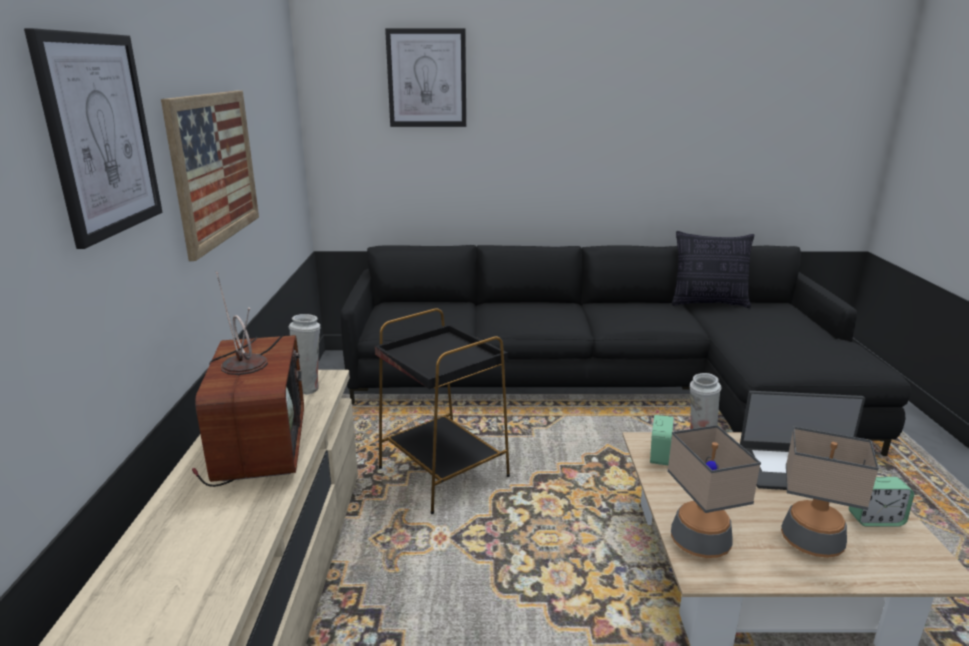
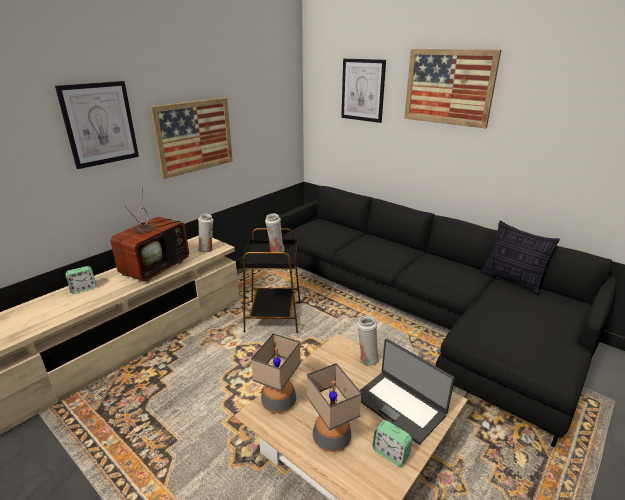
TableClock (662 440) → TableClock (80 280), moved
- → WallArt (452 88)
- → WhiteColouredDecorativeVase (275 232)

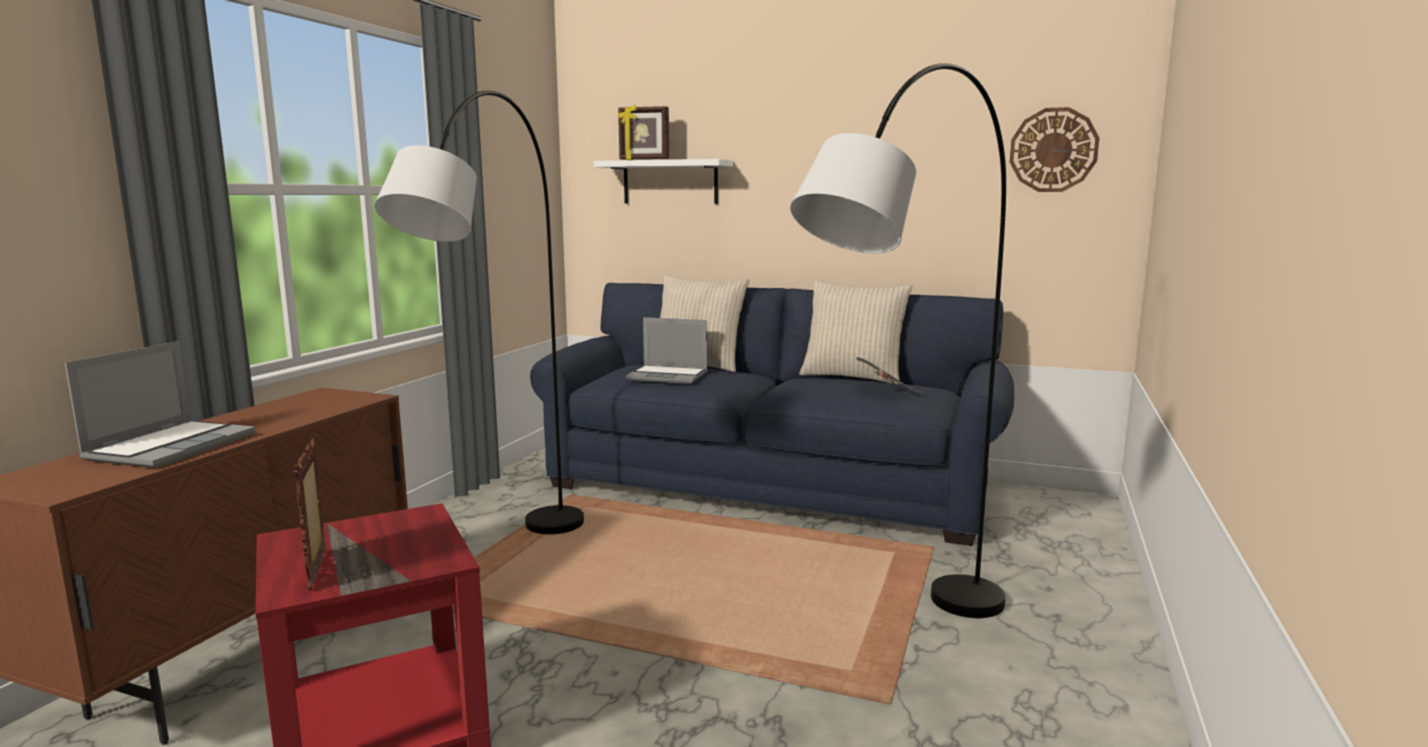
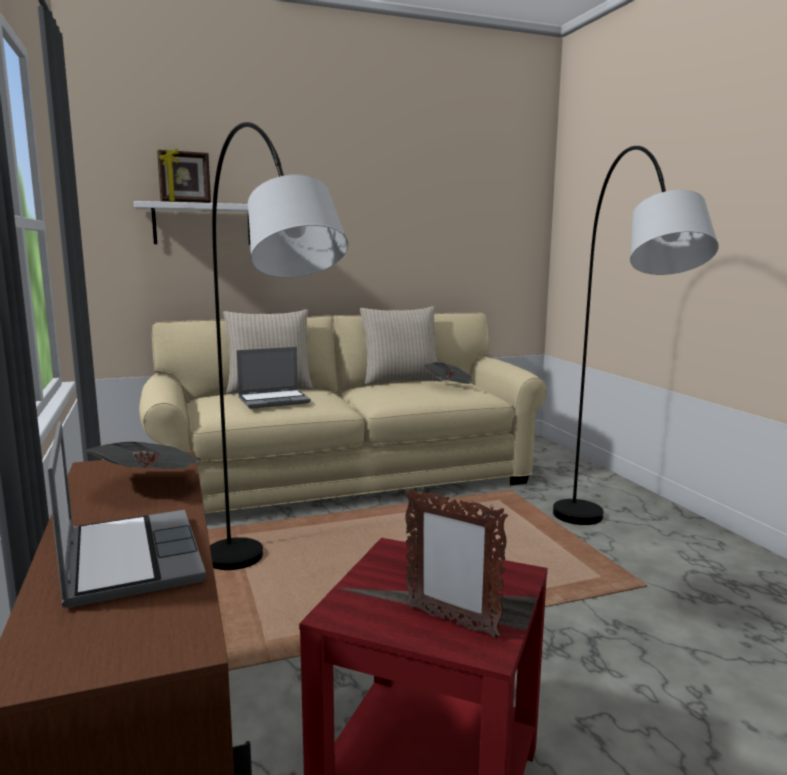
HangingClock (1054 149) → -
BlueColouredSettee (772 414) → BeigeSettee (343 413)
- → DailyPaper (141 455)

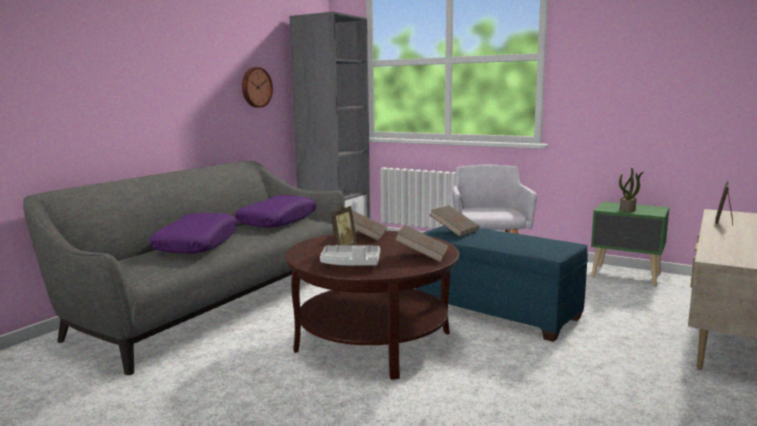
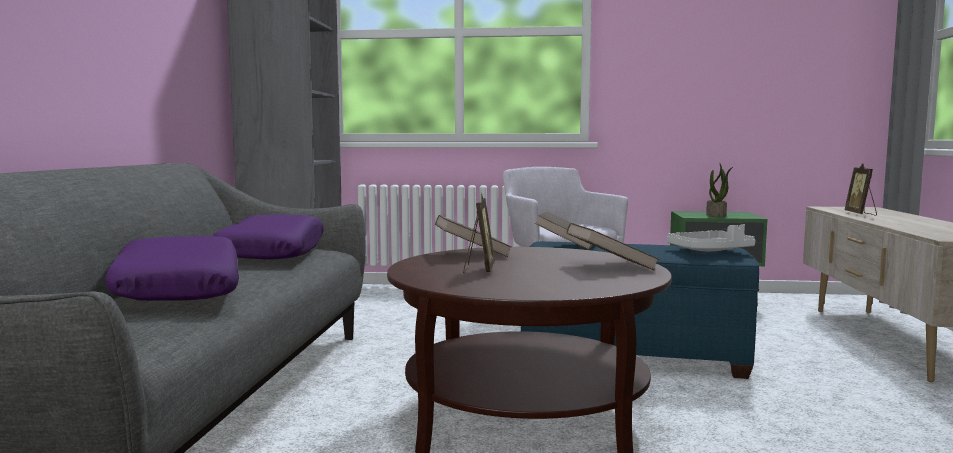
HangingClock (257 87) → -
GreyServingTray (350 255) → GreyServingTray (711 237), moved

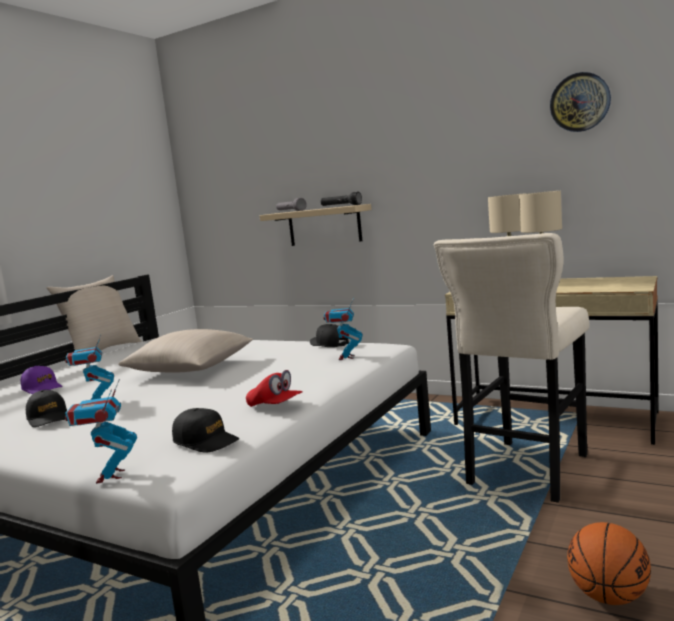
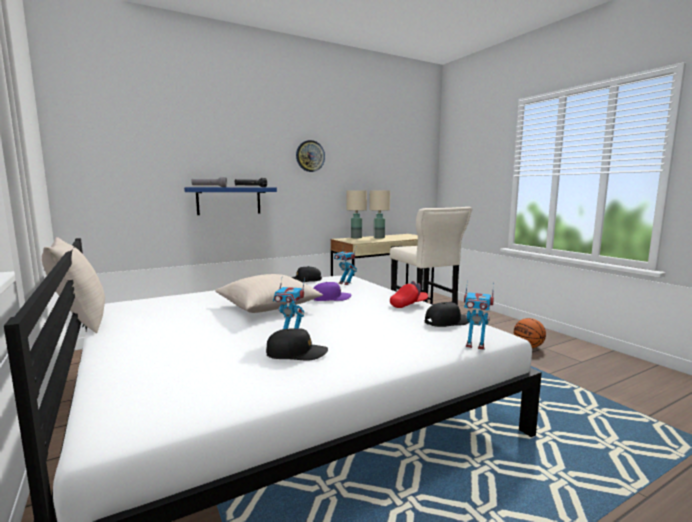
HangingClock (580 102) → HangingClock (310 156), moved
BeigeWallShelf (316 225) → BlueColouredWallShelf (230 201)
PurpleColouredCap (42 380) → PurpleColouredCap (332 291), moved

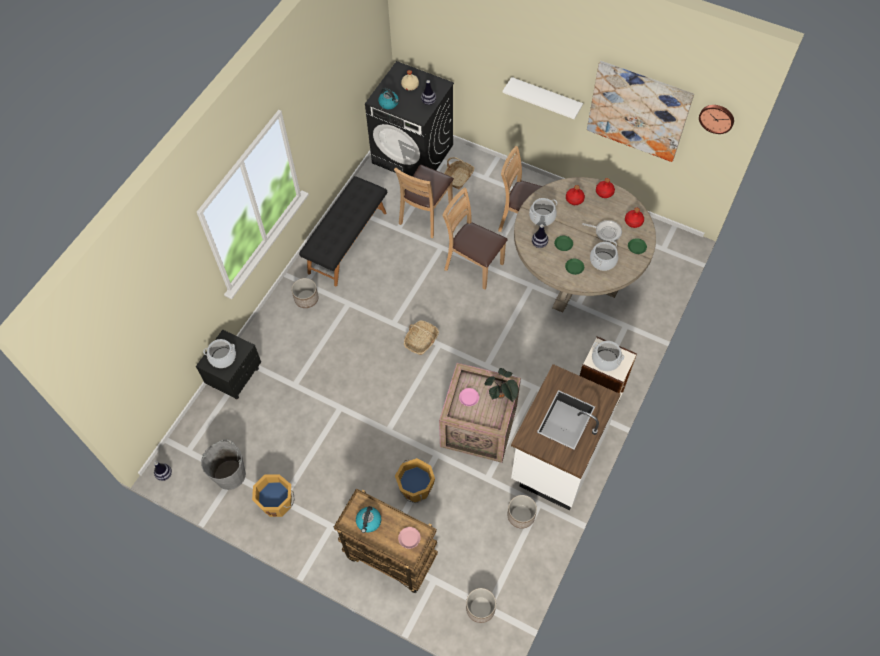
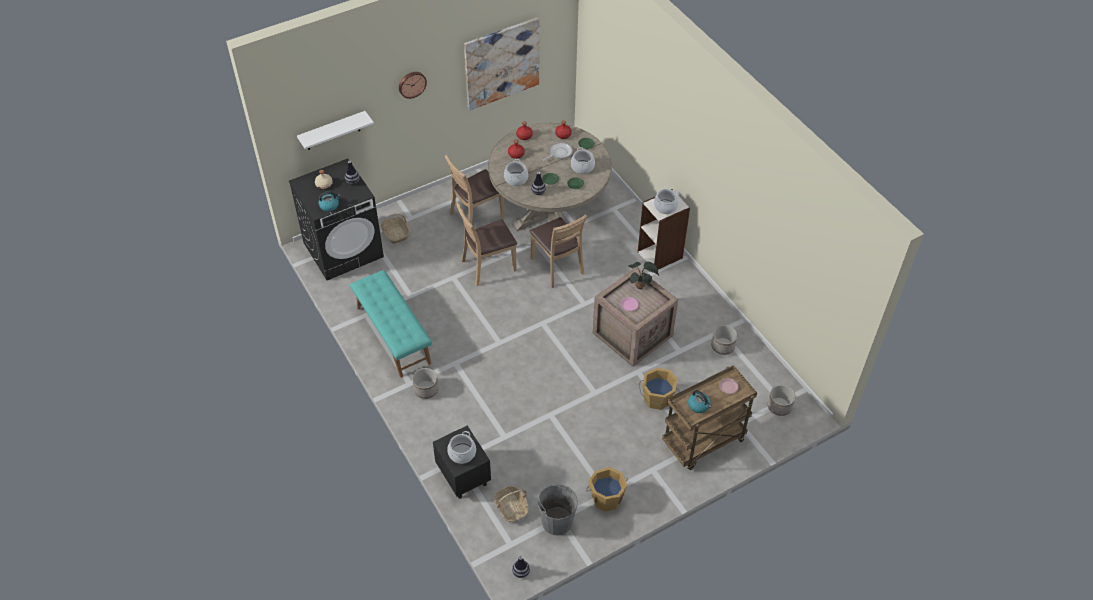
WhiteColouredWallShelf (542 98) → WhiteColouredWallShelf (335 130), moved
HangingClock (716 119) → HangingClock (413 85), moved
BrownColouredUprightChair (424 201) → BrownColouredUprightChair (558 251), moved
BlackLongSeat (343 231) → TurquoiseLongSeat (391 324)
StorageBasket (421 337) → StorageBasket (511 504), moved
WhiteColouredKitchenCounter (566 437) → -

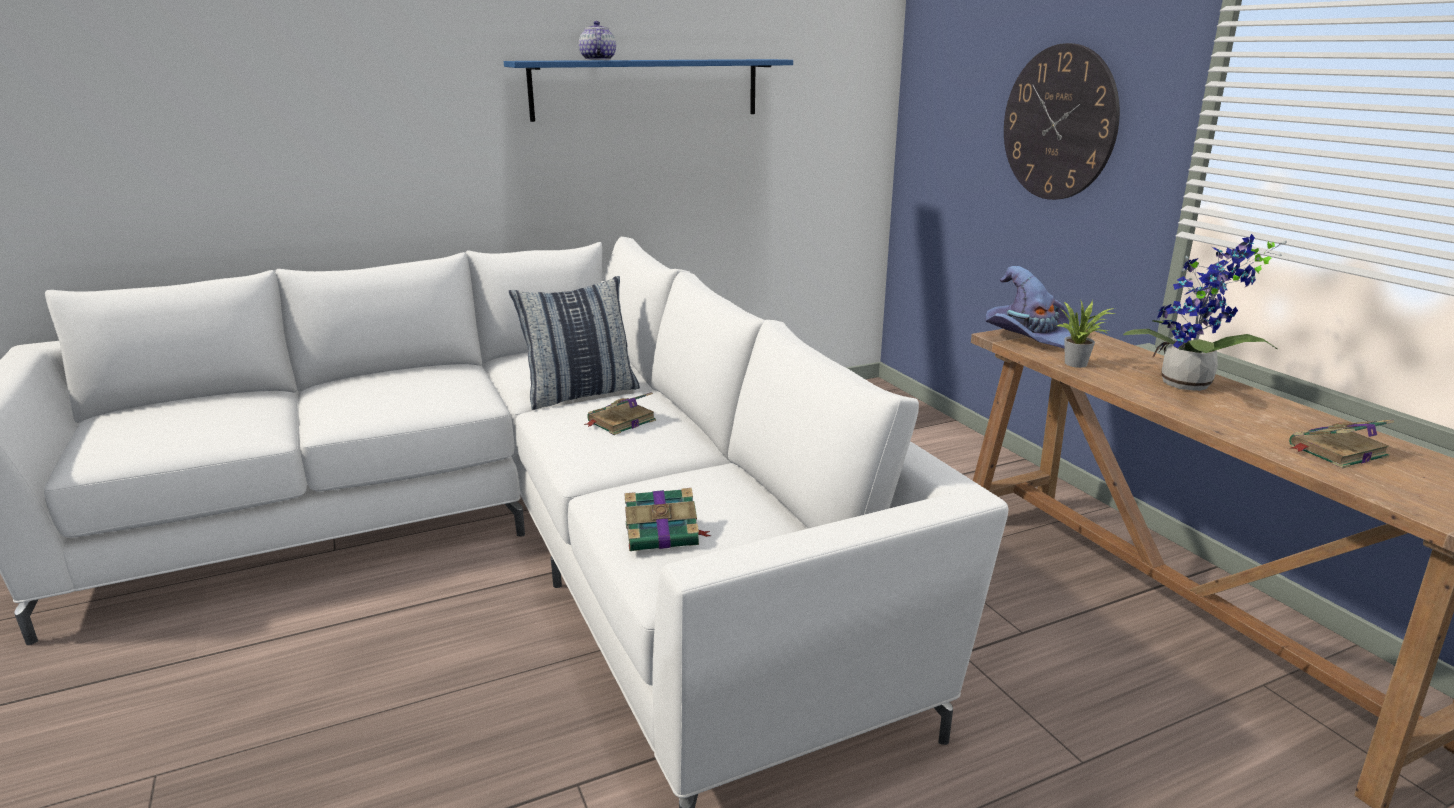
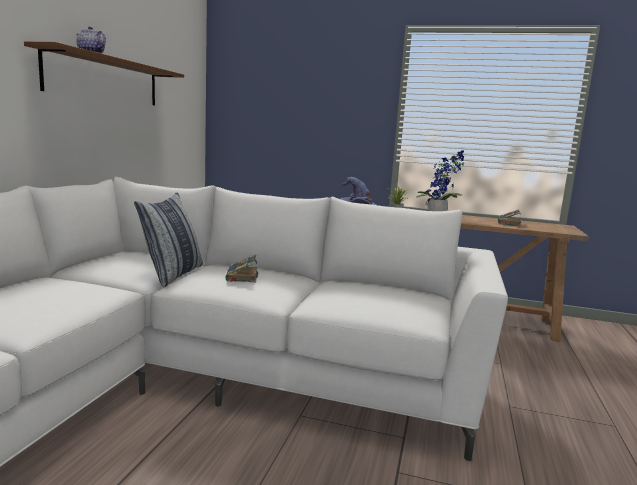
HangingClock (1062 121) → -
BlueColouredWallShelf (648 90) → BrownColouredWallShelf (104 73)
BoundBook (667 519) → -

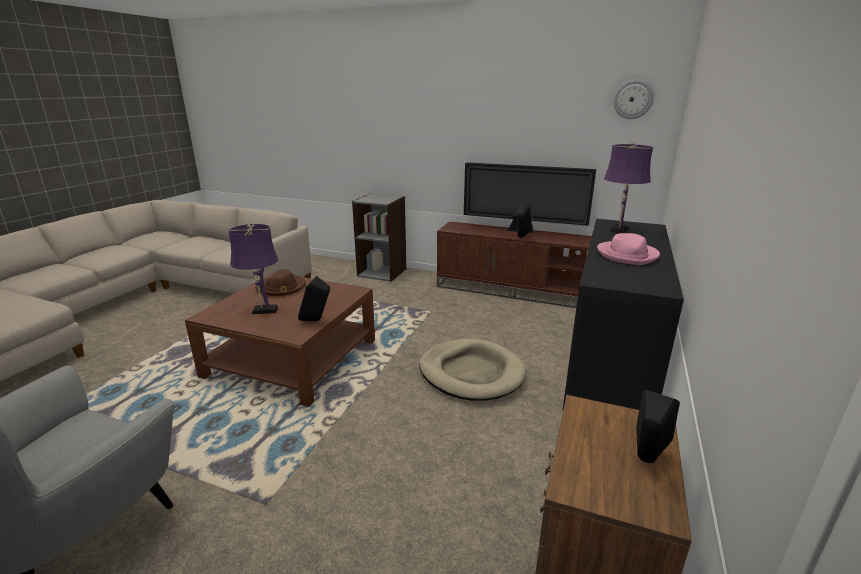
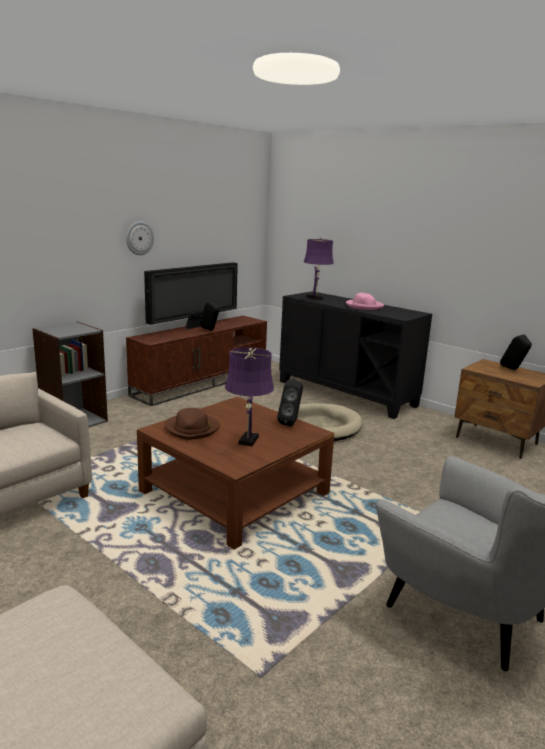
HangingClock (634 99) → HangingClock (140 238), moved

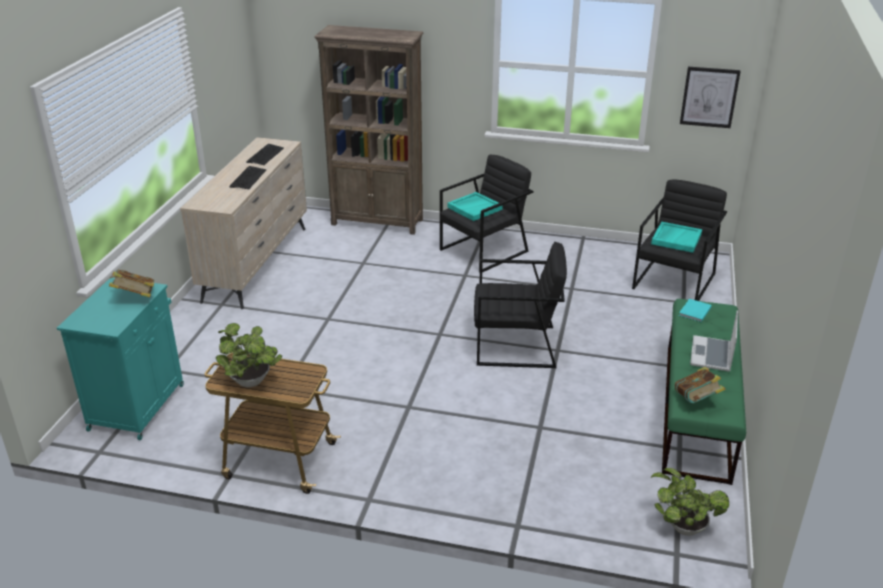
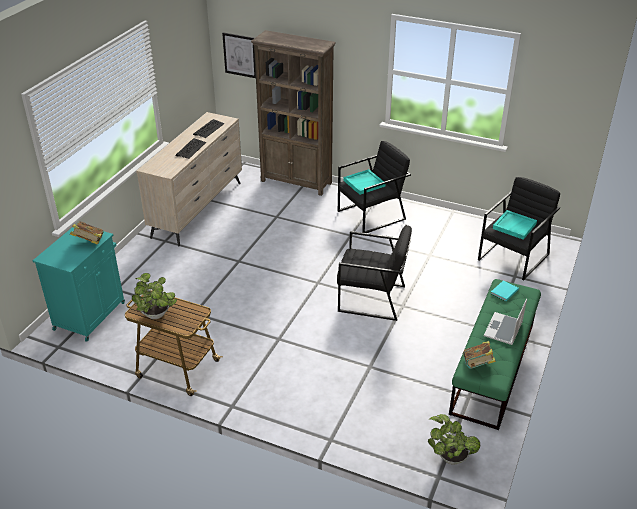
WallArt (710 97) → WallArt (239 55), moved

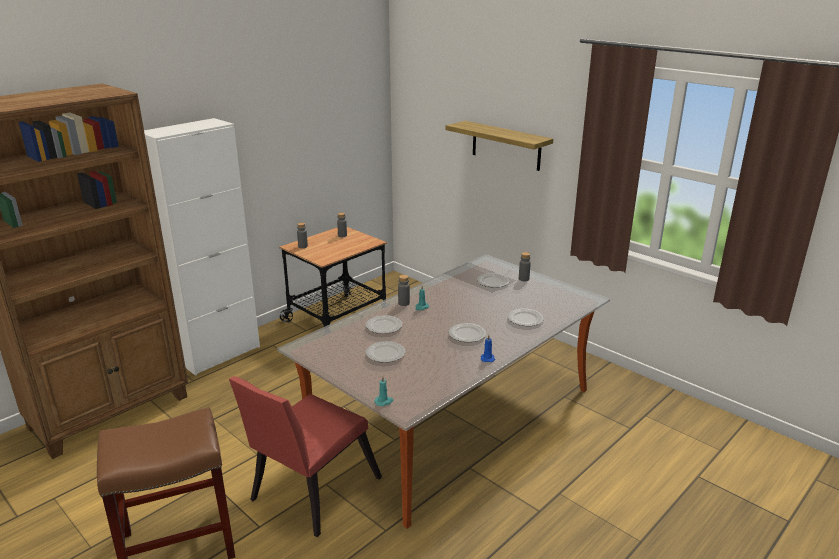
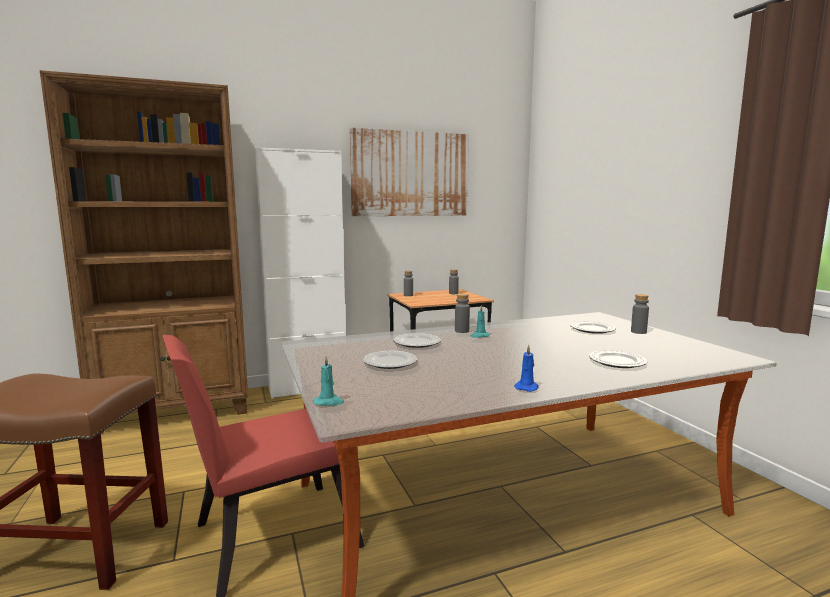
WallShelf (499 146) → -
FlatDish (467 332) → -
- → WallArt (409 172)

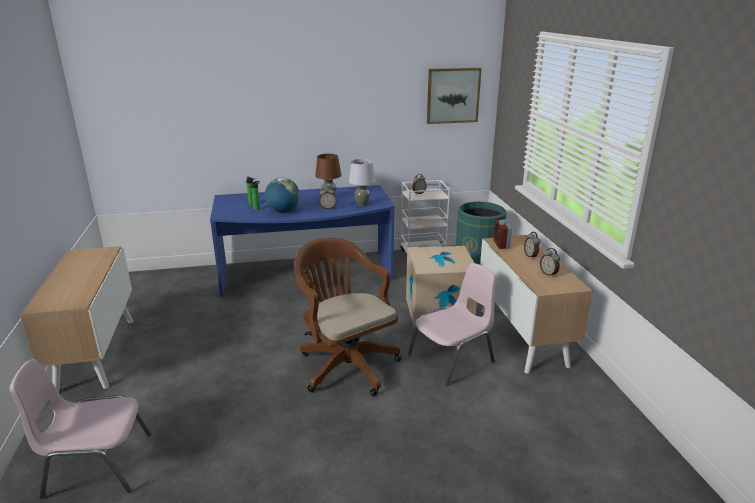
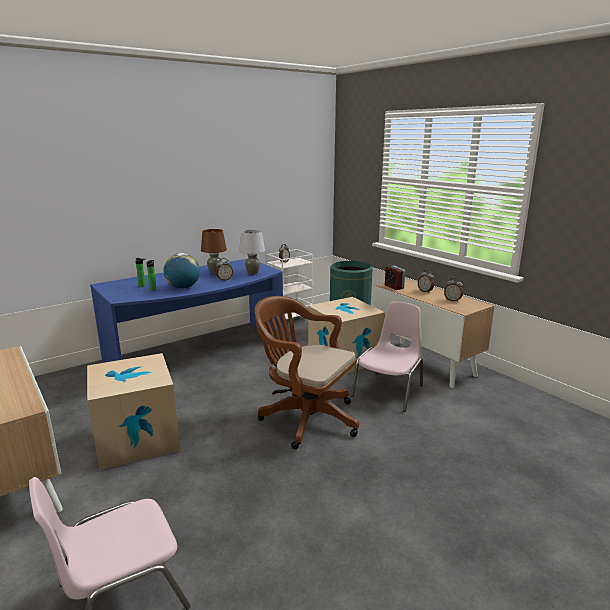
WallArt (454 96) → -
- → PackingBox (133 411)

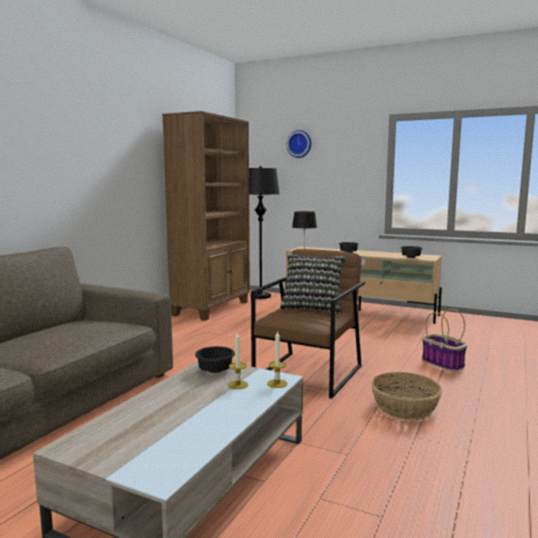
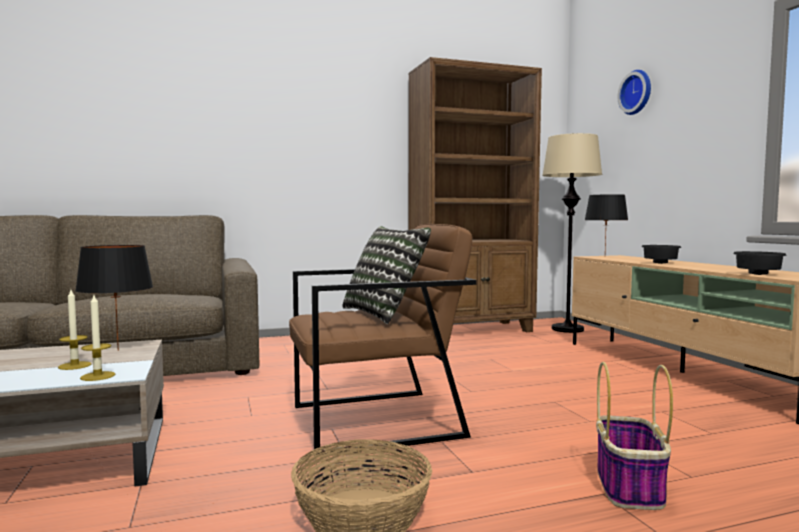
BlackStandardLamp (264 232) → BeigeStandardLamp (572 233)
BlackBowl (215 359) → BlackLampForATable (114 298)

